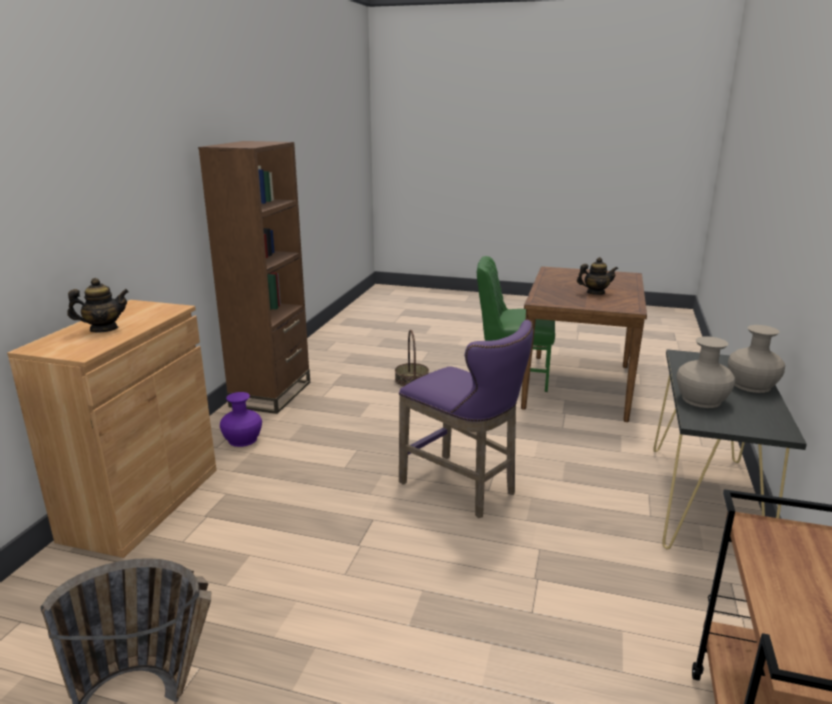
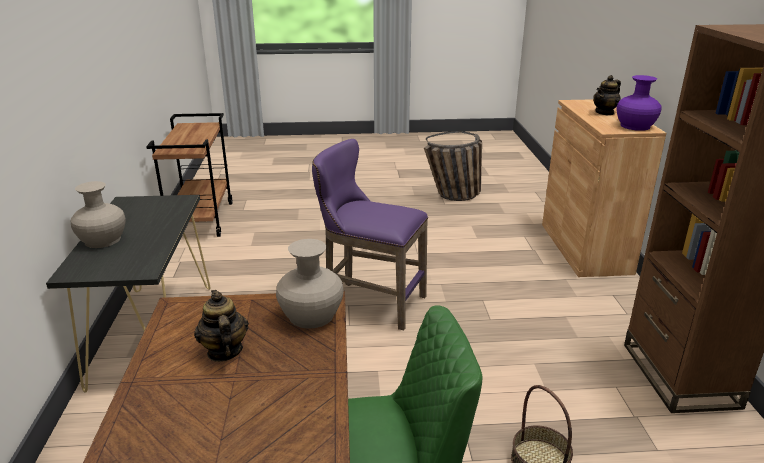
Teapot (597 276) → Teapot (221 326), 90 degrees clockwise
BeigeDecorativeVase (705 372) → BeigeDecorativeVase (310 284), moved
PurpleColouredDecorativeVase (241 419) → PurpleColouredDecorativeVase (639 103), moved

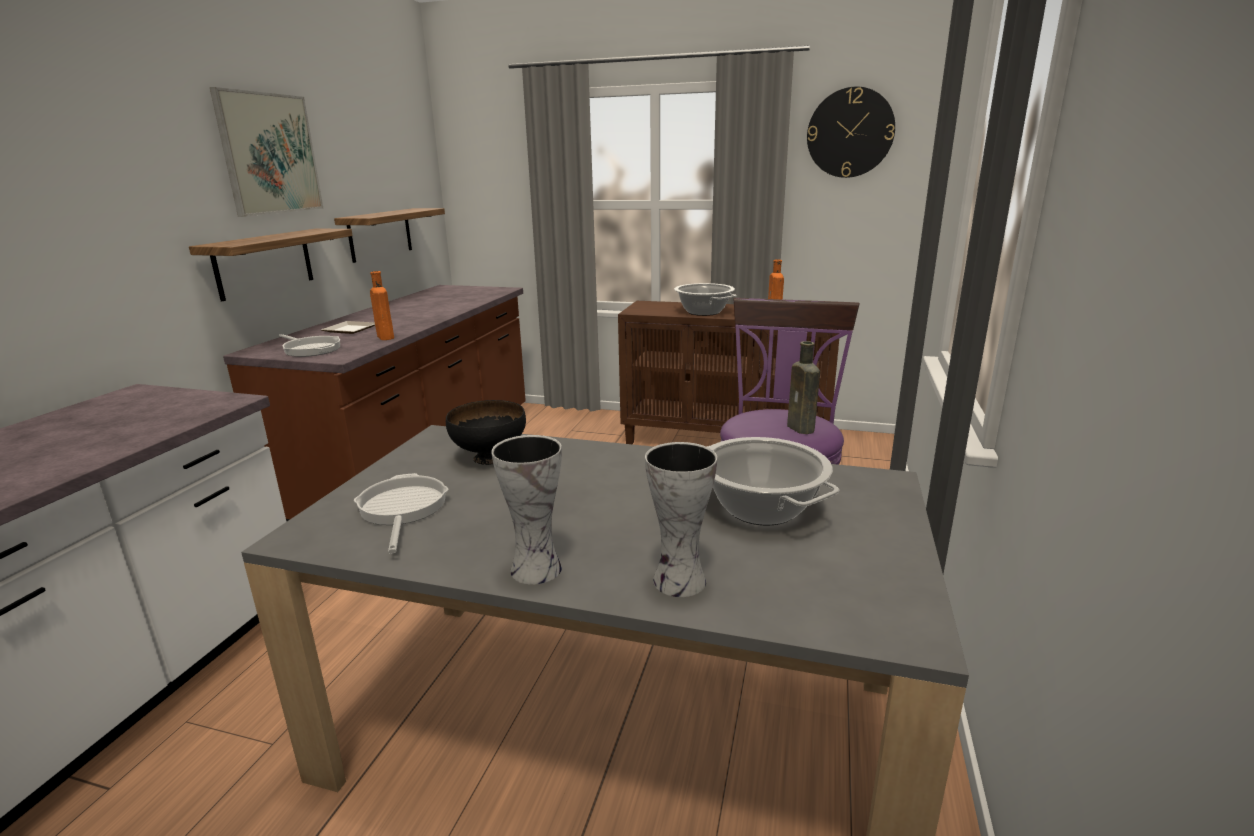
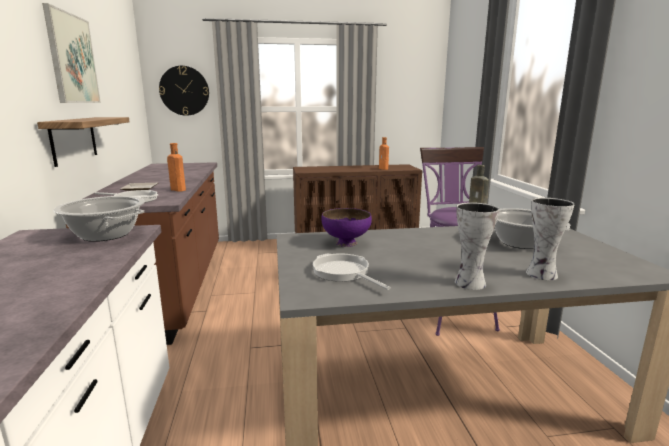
HangingClock (851 132) → HangingClock (184 91), moved
WallShelf (389 235) → -
Saucepot (705 299) → Saucepot (99 219), moved
BlackBowl (486 432) → PurpleColouredBowl (346 227)

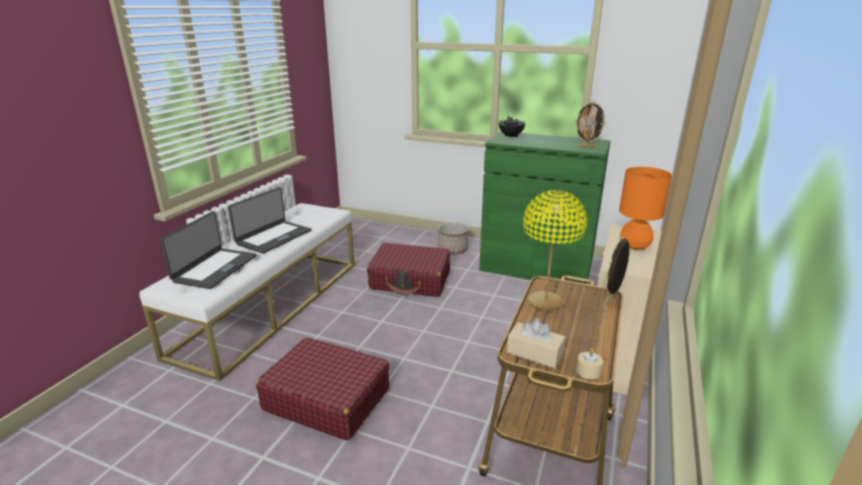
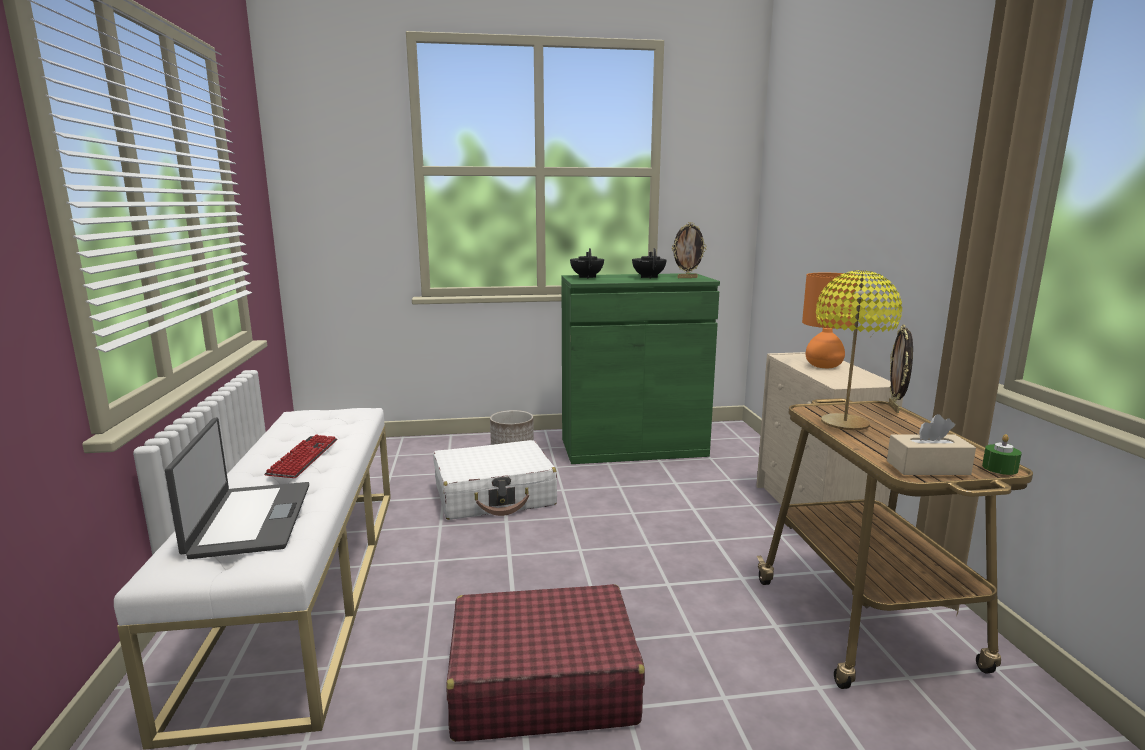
PortableComputer (269 220) → Keyboard (300 456)
ReddishPieceOfLuggage (408 270) → WhiteColouredPieceOfLuggage (495 480)
BeigeCandle (589 364) → GreenishCandle (1002 454)
- → BlackTeapot (649 263)

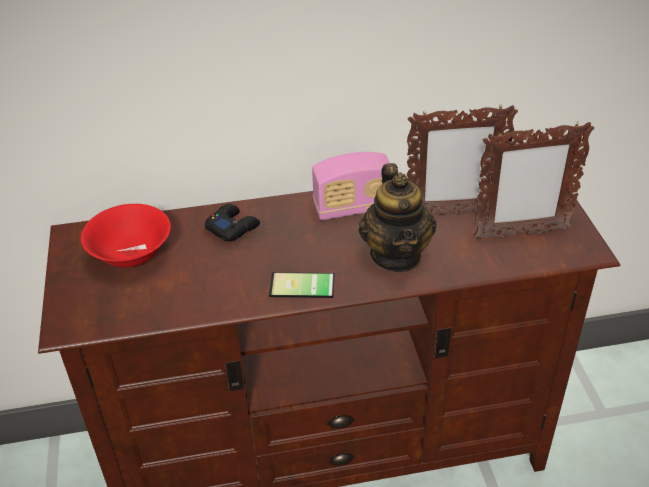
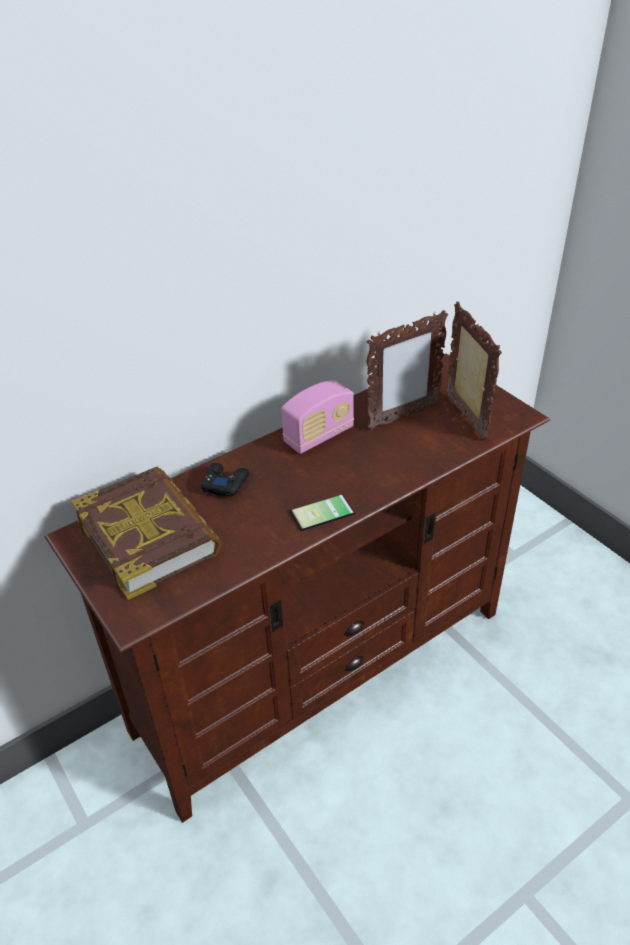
StandingFrame (534 181) → StandingFrame (474 370), 75 degrees counterclockwise
Teapot (397 217) → -
ReddishBowl (126 236) → BoundBook (146 533)

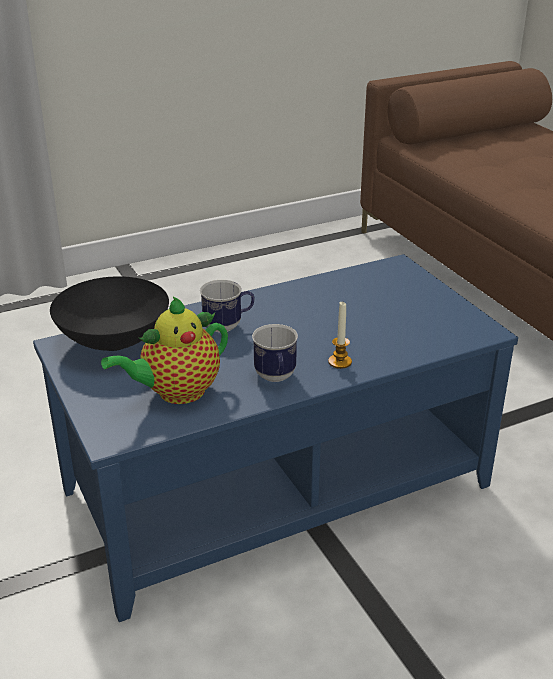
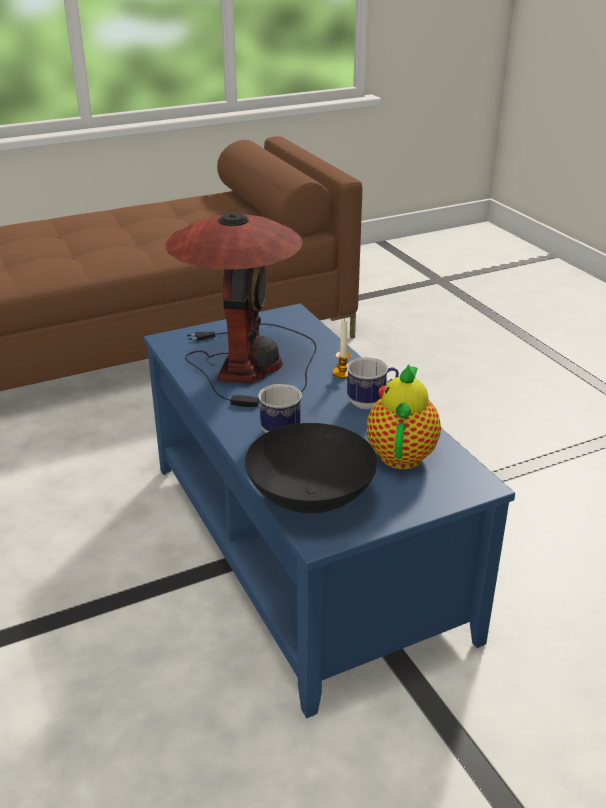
Teapot (164 350) → Teapot (404 416), 135 degrees counterclockwise
- → LampForATable (241 310)

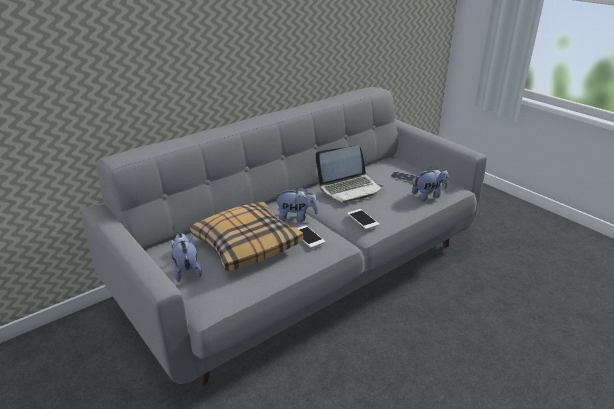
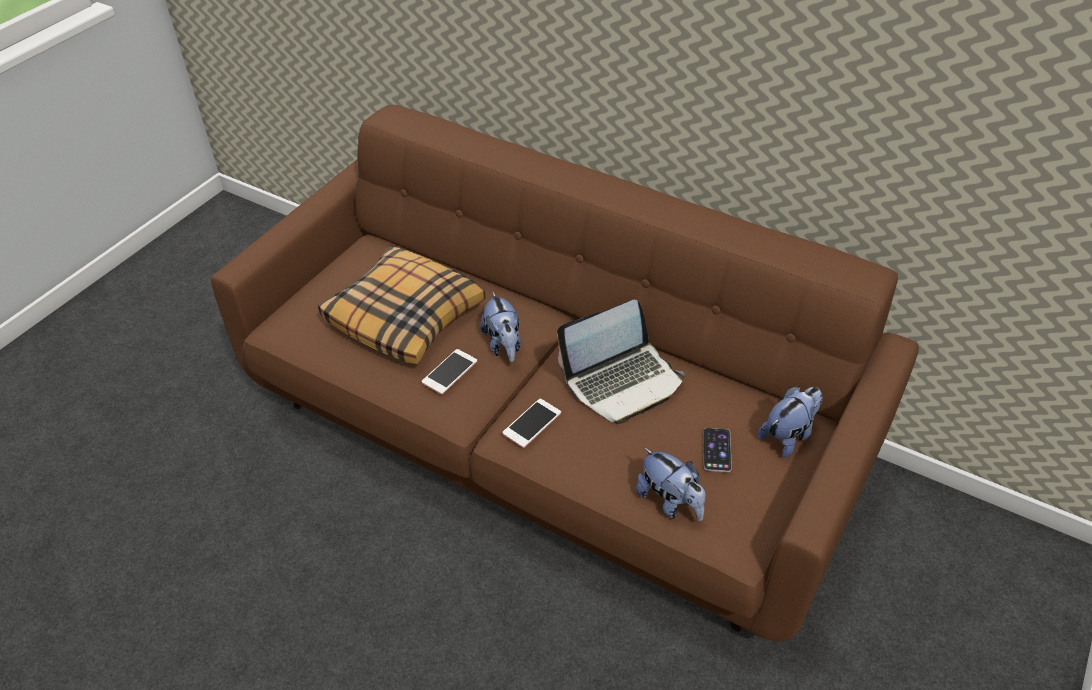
GreySettee (284 236) → BrownColouredSettee (565 373)
PortableComputer (349 174) → PortableComputer (621 362), 75 degrees counterclockwise
SoftToy (186 257) → SoftToy (790 422), moved

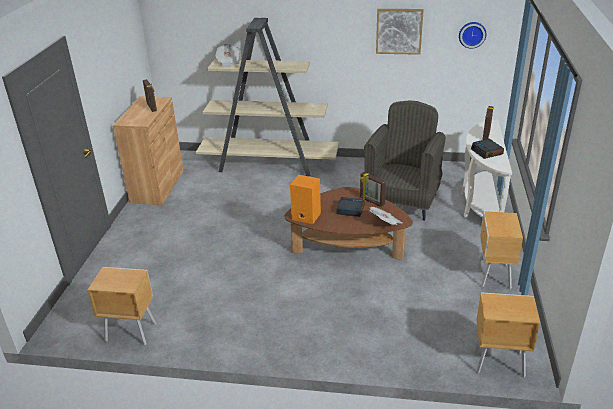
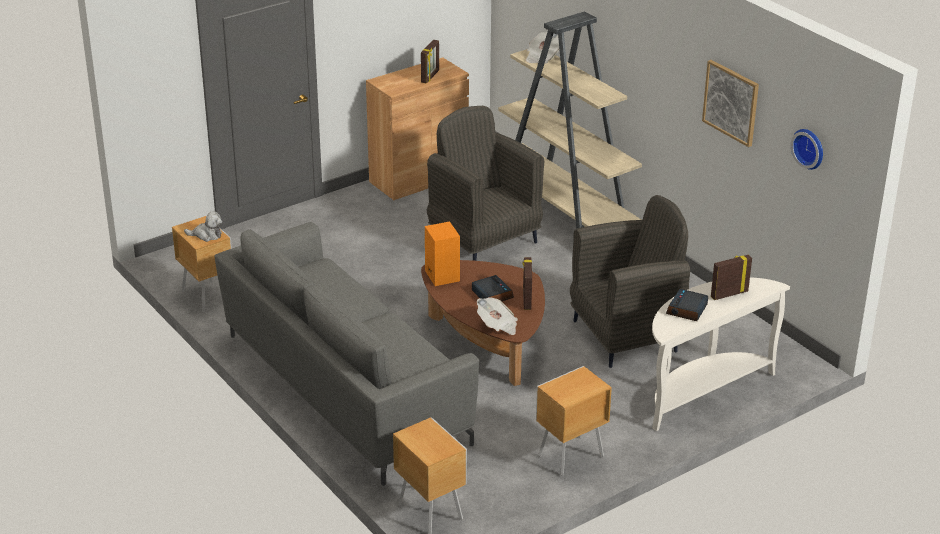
- → GreyEasyChair (486 183)
- → SoftToy (203 226)
- → GreySettee (347 354)

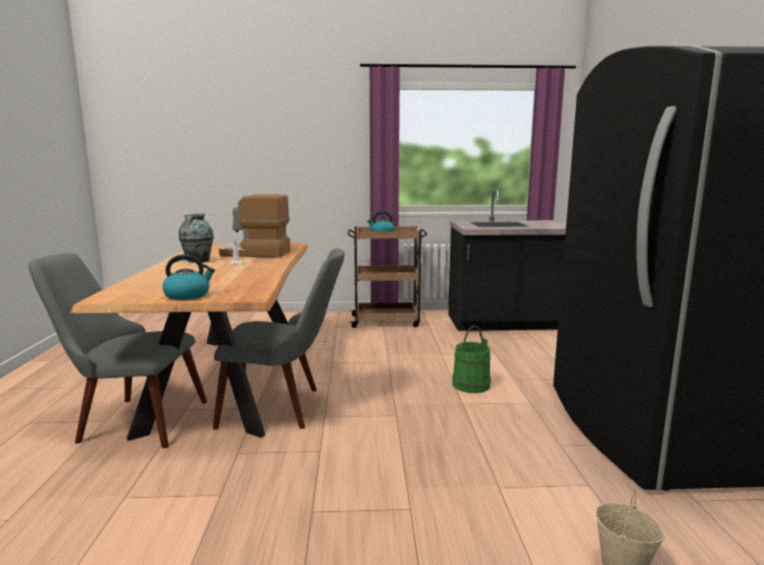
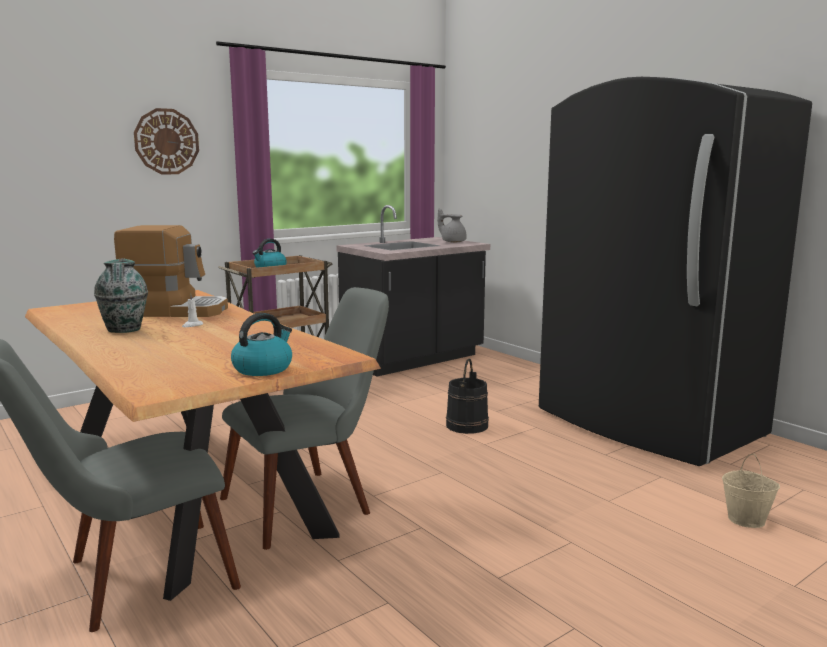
CoffeeMachine (254 226) → CoffeeMachine (171 271), 150 degrees counterclockwise
GreenishPail (471 359) → BlackPail (467 396)
- → HangingClock (166 141)
- → GreyTeapot (452 225)

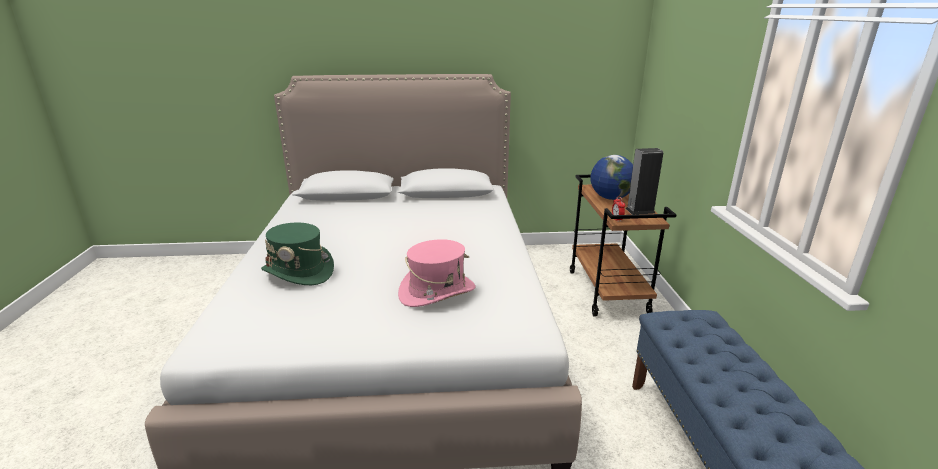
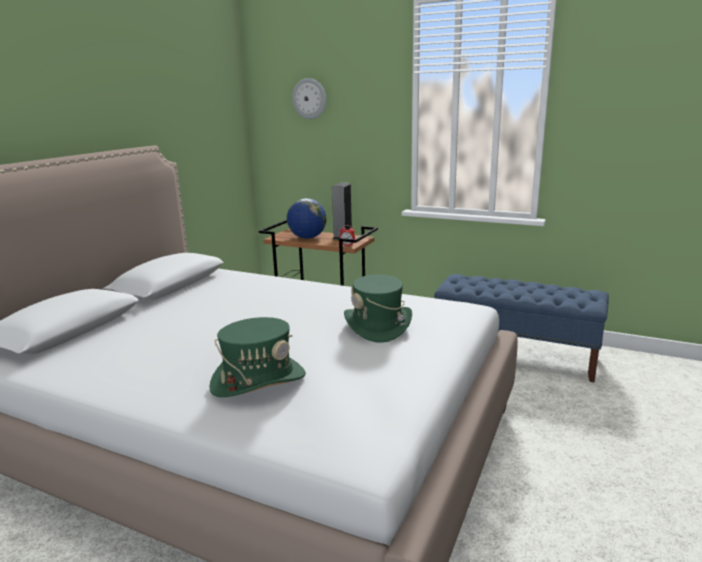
PinkColouredHat (437 273) → GreenishHat (378 308)
- → HangingClock (309 98)

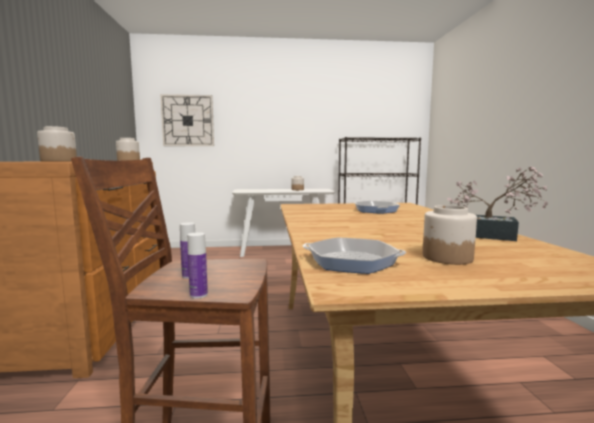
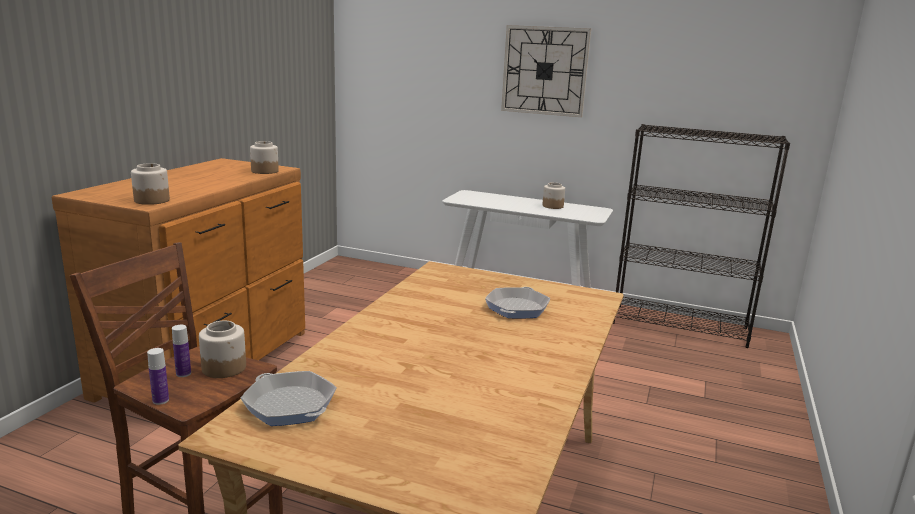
HangingClock (187 120) → HangingClock (546 71), moved
PottedPlant (497 203) → -
Jar (450 235) → Jar (222 349), moved

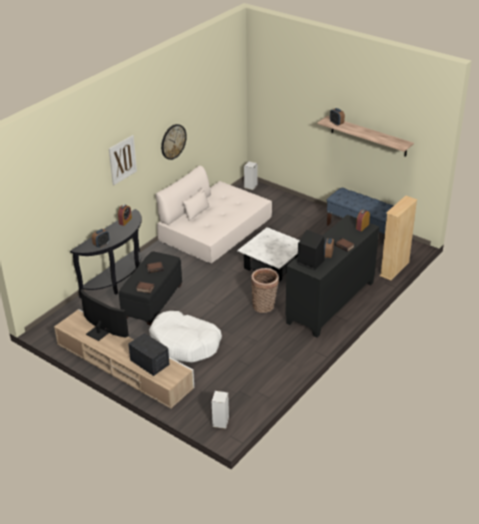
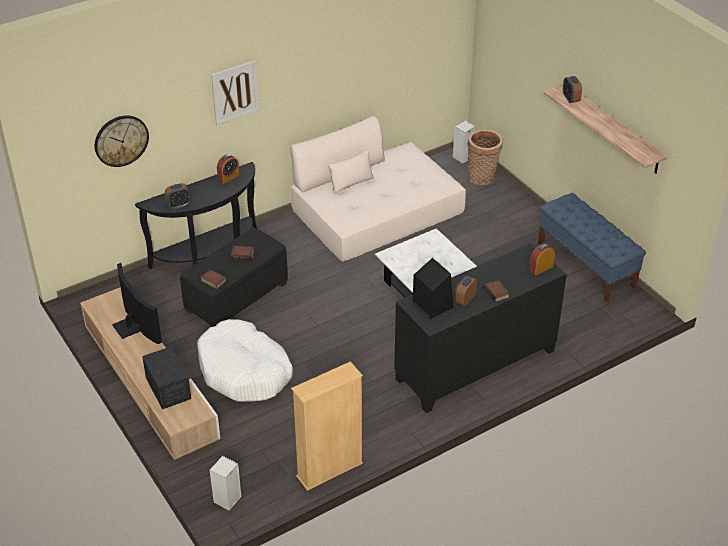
HangingClock (174 142) → HangingClock (122 141), moved
BeigeBookcase (398 237) → BeigeBookcase (327 426), moved
StorageBasket (265 290) → StorageBasket (485 157), moved

